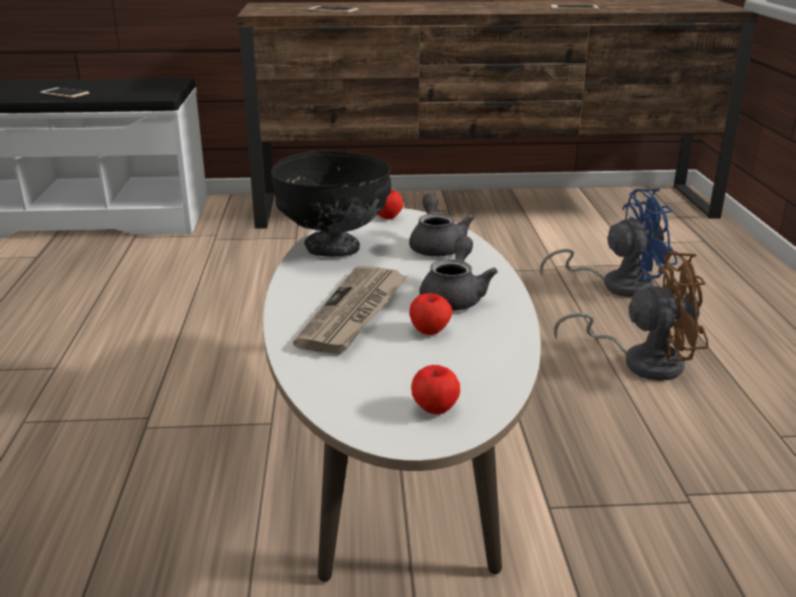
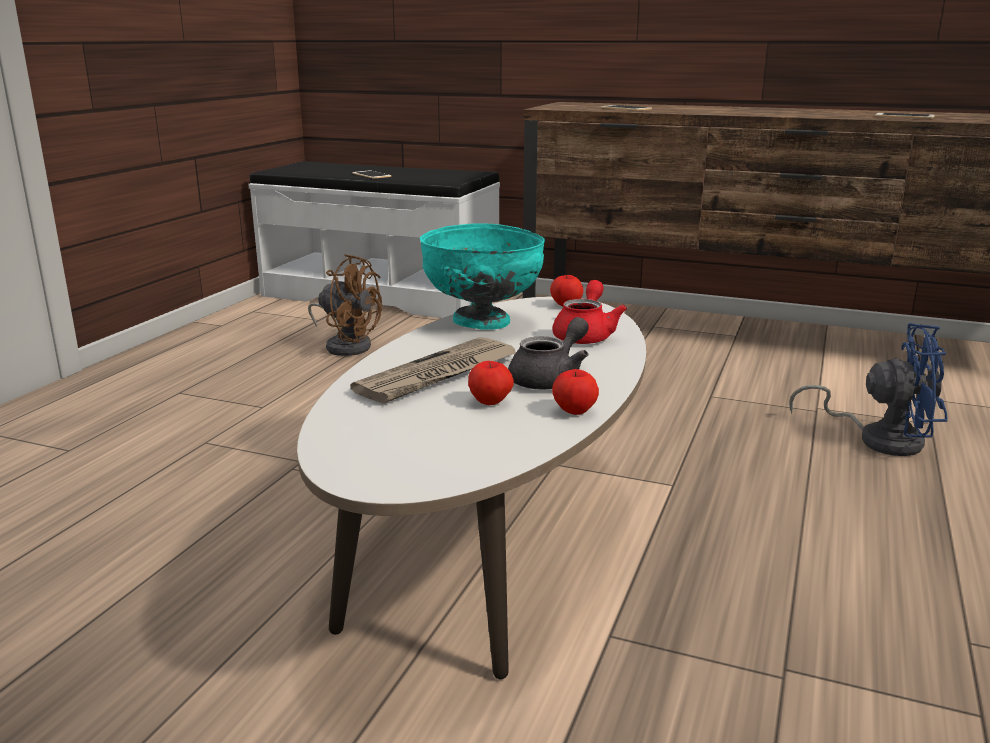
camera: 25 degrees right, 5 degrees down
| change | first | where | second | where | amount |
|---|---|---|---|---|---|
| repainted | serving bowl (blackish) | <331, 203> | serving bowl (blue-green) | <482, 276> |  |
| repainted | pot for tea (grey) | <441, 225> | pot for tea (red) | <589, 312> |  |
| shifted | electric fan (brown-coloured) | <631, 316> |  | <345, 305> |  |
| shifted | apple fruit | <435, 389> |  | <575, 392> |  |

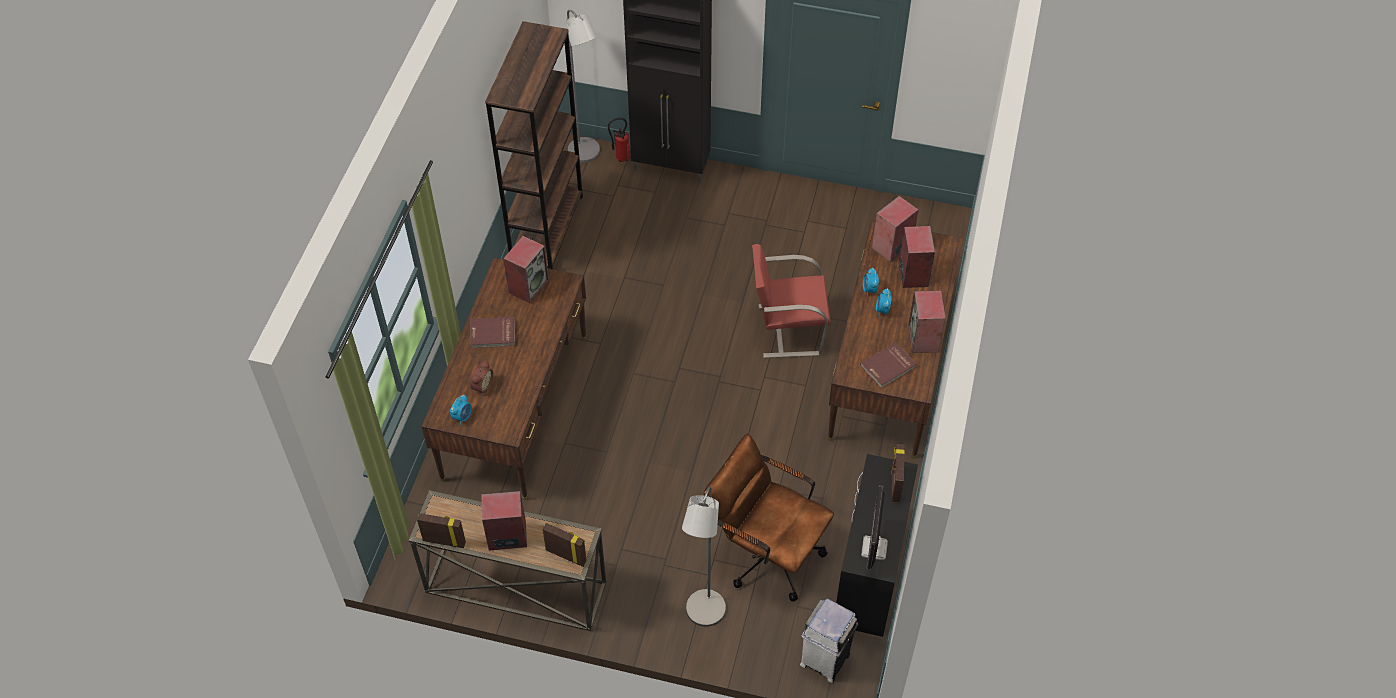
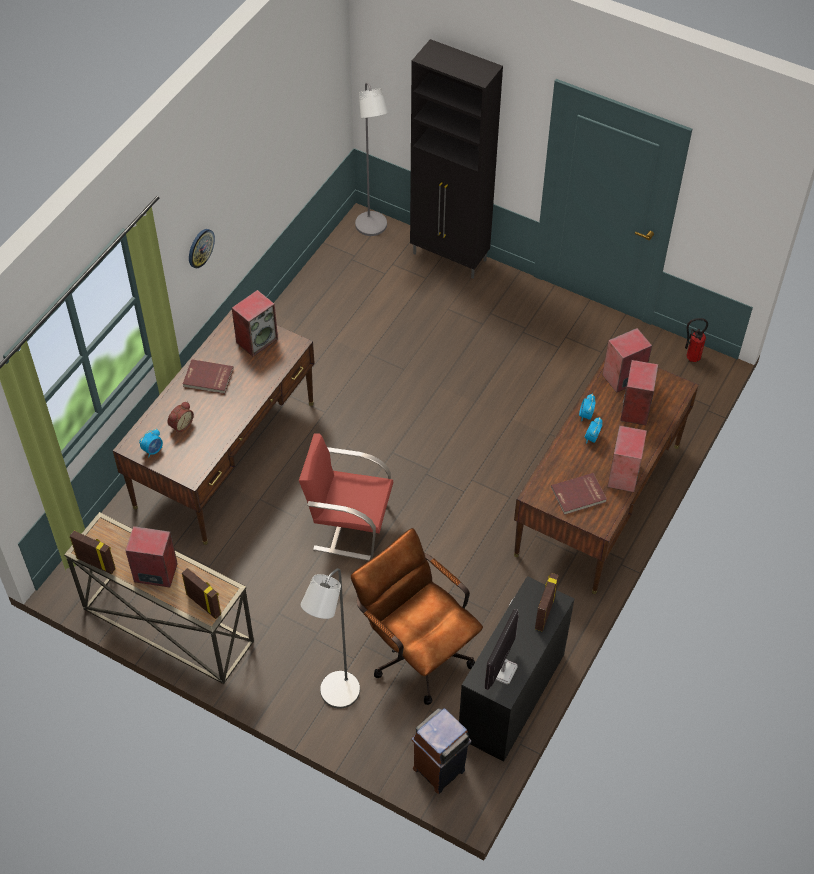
camera: 15 degrees right, 0 degrees up
| change | first | where | second | where | amount |
|---|---|---|---|---|---|
| gone | bookcase (brown-coloured) | <534, 145> |  |  |  |
| shifted | extinguisher | <619, 139> |  | <696, 340> |  |
| shifted | plain chair (red) | <791, 301> |  | <346, 497> |  |
| repainted | waste bin (white) | <829, 640> | waste bin (brown-coloured) | <441, 751> |  |
| new |  |  | wall clock | <202, 248> |  |

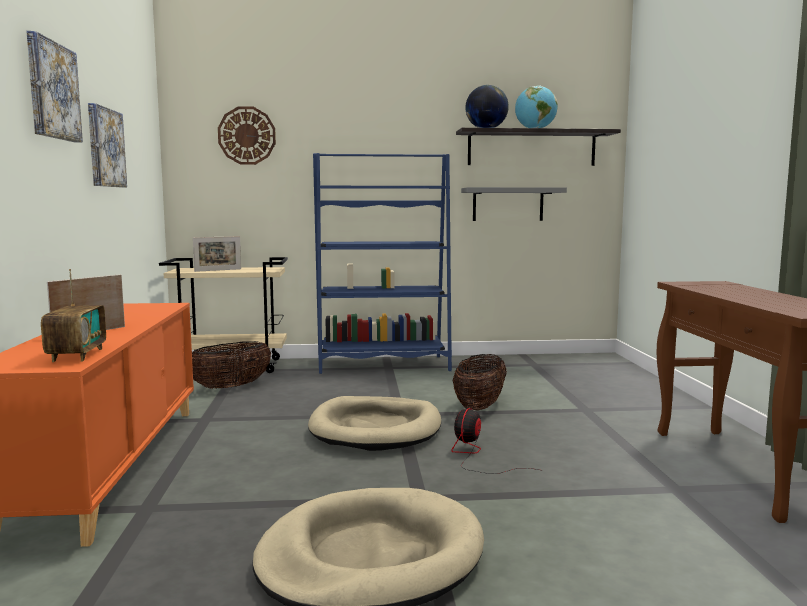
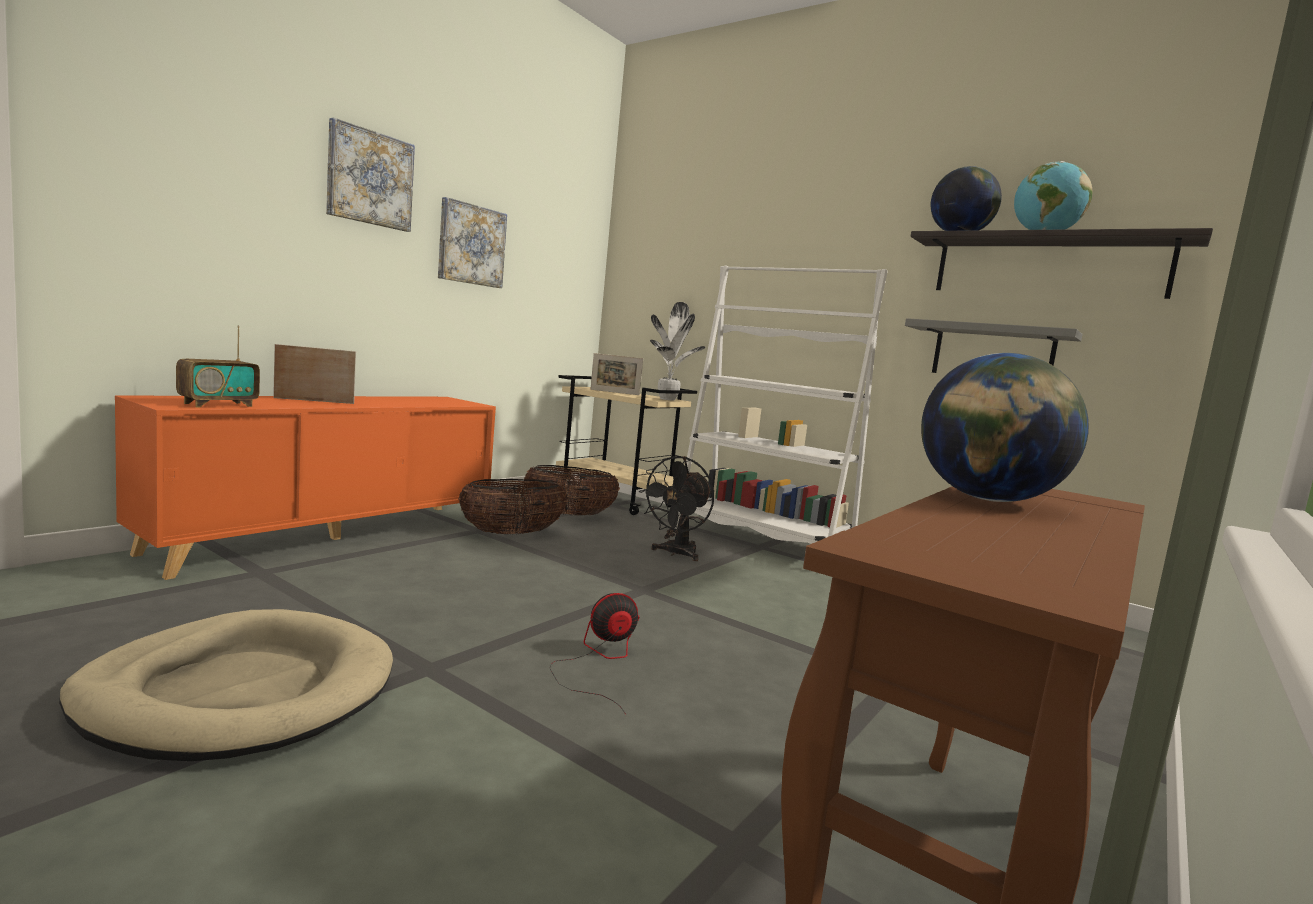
camera: 40 degrees right, 0 degrees up
| change | first | where | second | where | amount |
|---|---|---|---|---|---|
| gone | wall clock | <247, 135> |  |  |  |
| repainted | bookcase (blue) | <382, 263> | bookcase (white) | <781, 405> |  |
| shifted | storage basket | <479, 382> |  | <513, 507> |  |
| gone | dog cushion (sand-coloured) | <374, 423> |  |  |  |
| new |  |  | potted plant | <678, 351> |  |
| new |  |  | world globe | <1005, 427> |  |
| new |  |  | electric fan (blackish) | <676, 508> |  |

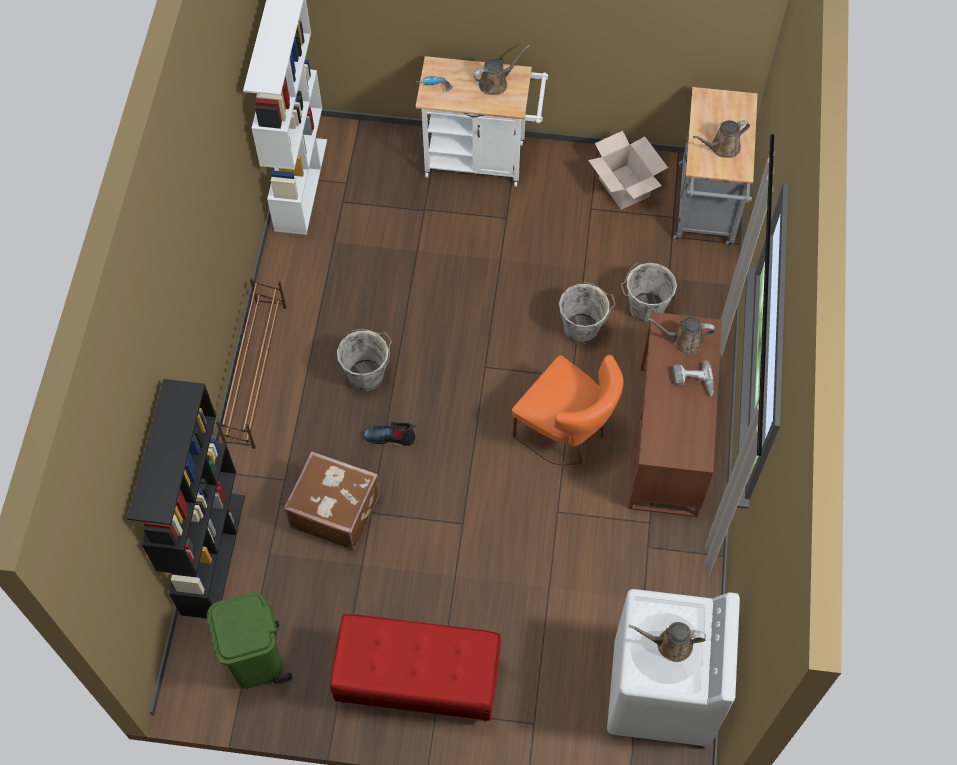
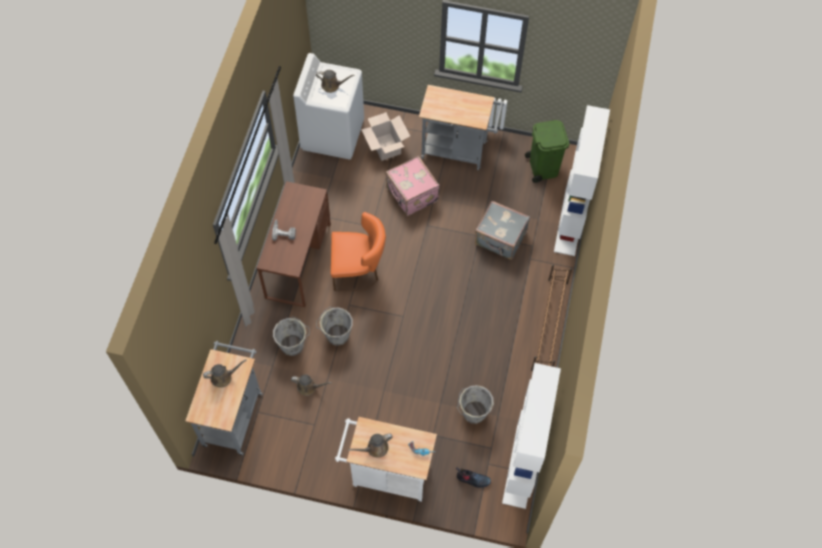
camera: 175 degrees left, 0 degrees up
| change | first | where | second | where | amount |
|---|---|---|---|---|---|
| shifted | cardboard box | <628, 170> |  | <385, 136> |  |
| shifted | watering pot (brown-coloured) | <681, 336> |  | <311, 385> |  |
| shifted | bucket (grey) | <364, 360> |  | <475, 404> |  |
| rotated | plain chair (orangey) | <568, 410> |  | <358, 251> | 135 degrees clockwise |
| repainted | bookcase (blackish) | <186, 499> | bookcase (white) | <582, 180> |  |
| shifted | high-top boot | <390, 433> |  | <473, 477> |  |
| repainted | piece of luggage (brown-coloured) | <331, 500> | piece of luggage (grey) | <502, 230> |  |
| swapped | long seat (red) | <415, 668> | wheeled cart (grey) | <461, 127> |  |
| new |  |  | piece of luggage (pink) | <413, 186> |  |

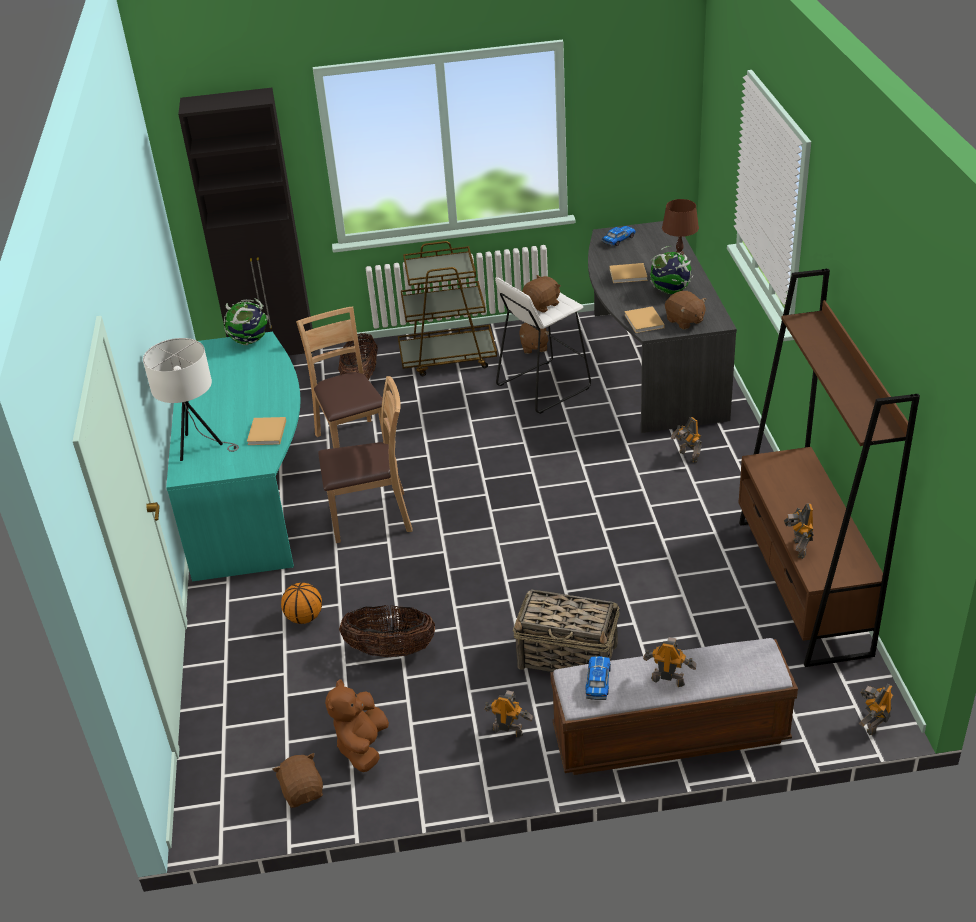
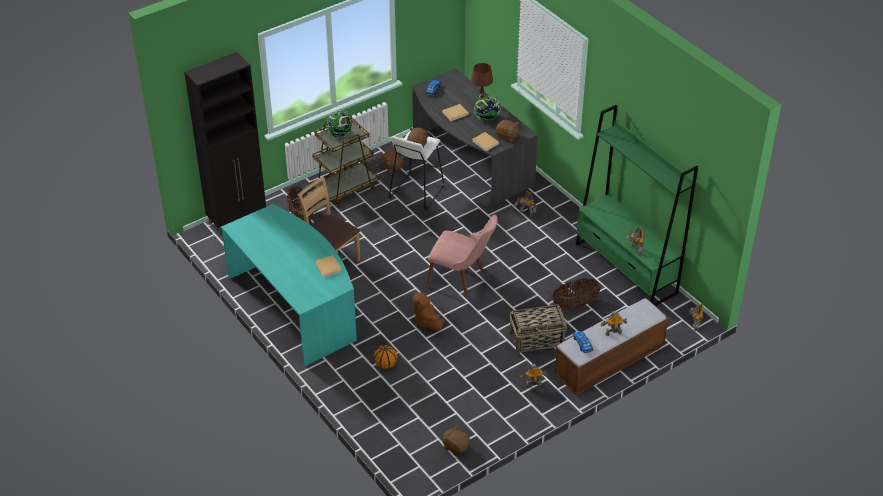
camera: 30 degrees left, 5 degrees up
| change | first | where | second | where | amount |
|---|---|---|---|---|---|
| repainted | bookcase (brown-coloured) | <829, 468> | bookcase (greenish) | <637, 205> |  |
| shifted | world globe | <246, 321> |  | <339, 123> |  |
| gone | tabletop lamp (white) | <191, 399> |  |  |  |
| gone | plain chair (brown-coloured) | <365, 459> |  |  |  |
| shifted | storage basket | <387, 631> |  | <576, 293> |  |
| shifted | plush toy (brown-coloured) | <357, 725> |  | <428, 310> |  |
| new |  |  | plain chair (pink) | <461, 256> |  |

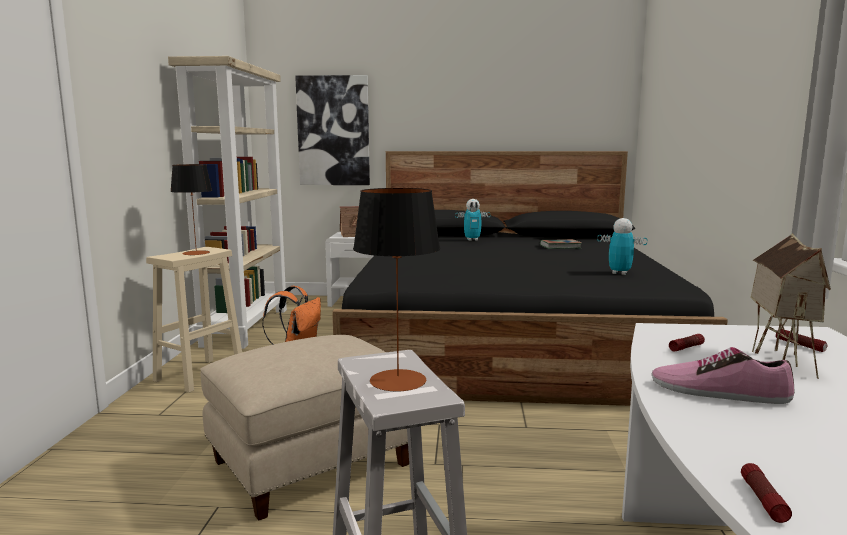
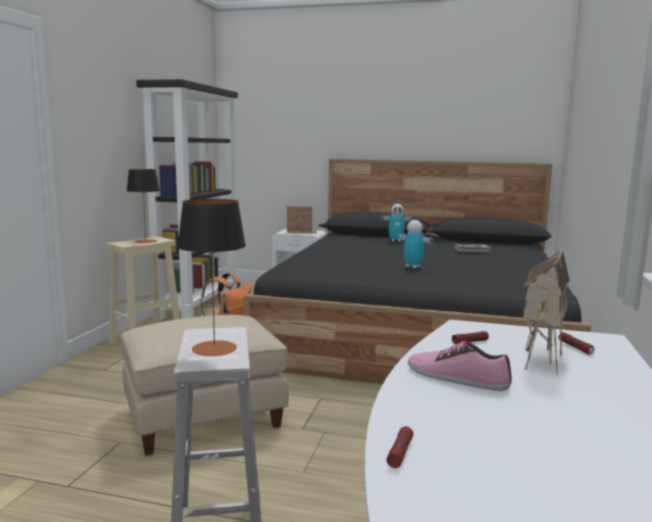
camera: 10 degrees right, 0 degrees up
| change | first | where | second | where | amount |
|---|---|---|---|---|---|
| repainted | bookcase (sand-coloured) | <227, 202> | bookcase (blackish) | <187, 199> |  |
| gone | picture | <332, 130> |  |  |  |
| shifted | robot figure | <622, 246> |  | <414, 244> |  |

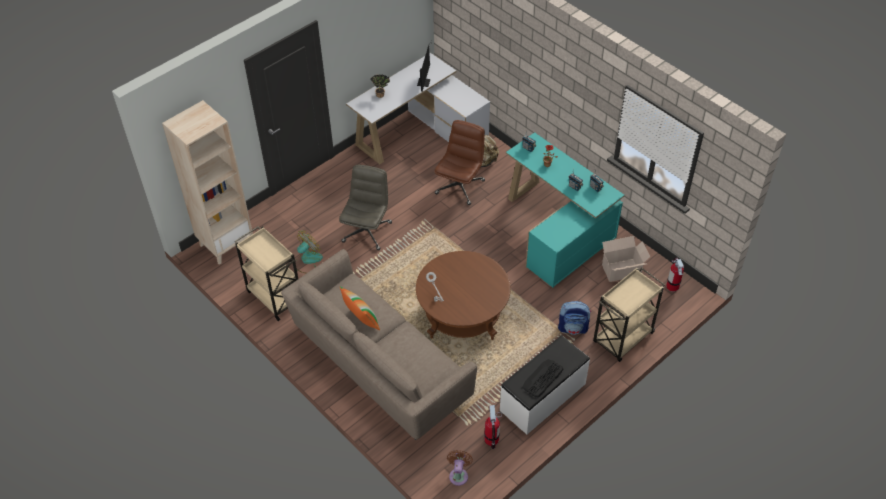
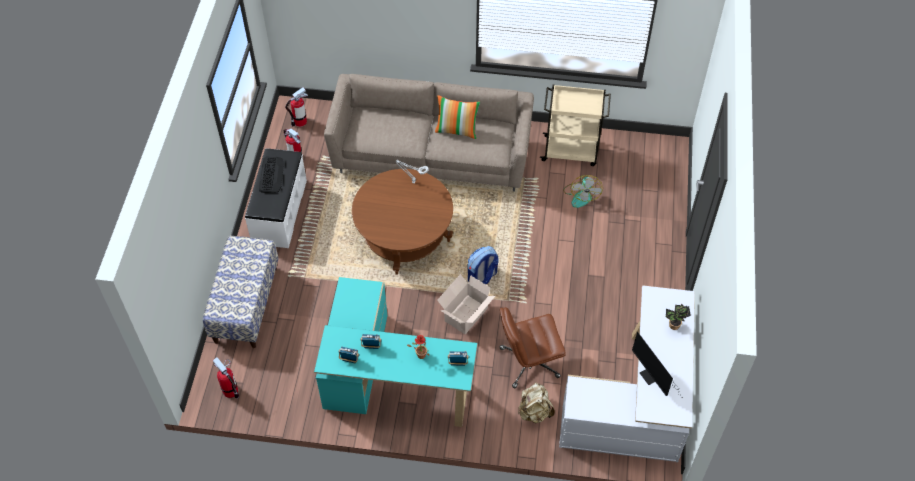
camera: 140 degrees right, 5 degrees up
| change | first | where | second | where | amount |
|---|---|---|---|---|---|
| gone | bookcase (sand-coloured) | <207, 182> |  |  |  |
| rotated | desk chair (brown-coloured) | <459, 162> |  | <532, 347> | 90 degrees clockwise |
| gone | desk chair (grey) | <365, 207> |  |  |  |
| shifted | cardboard box | <626, 259> |  | <466, 304> |  |
| swapped | wheeled cart (sand-coloured) | <629, 314> | long seat | <241, 292> |  |
| shifted | rucksack | <574, 318> |  | <483, 265> |  |
| swapped | electric fan (brown-coloured) | <460, 468> | extinguisher | <296, 107> |  |

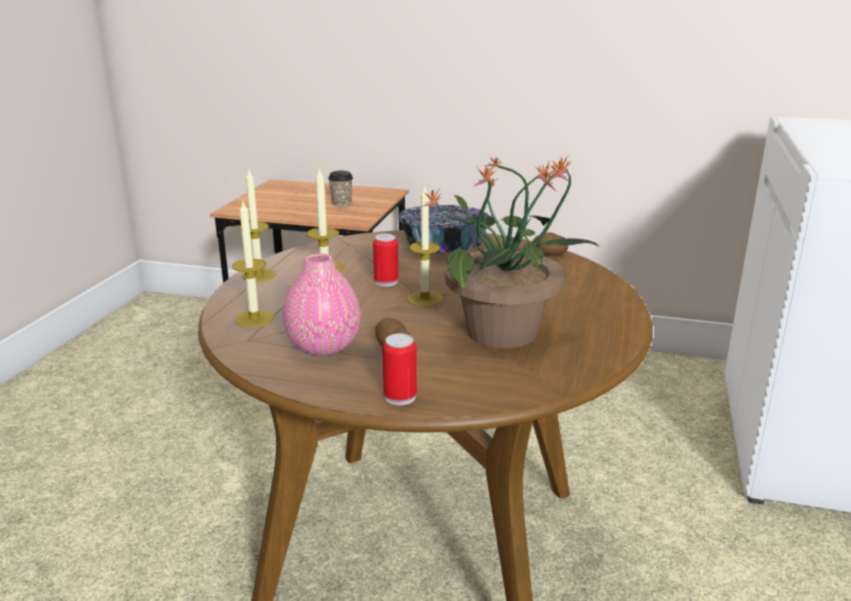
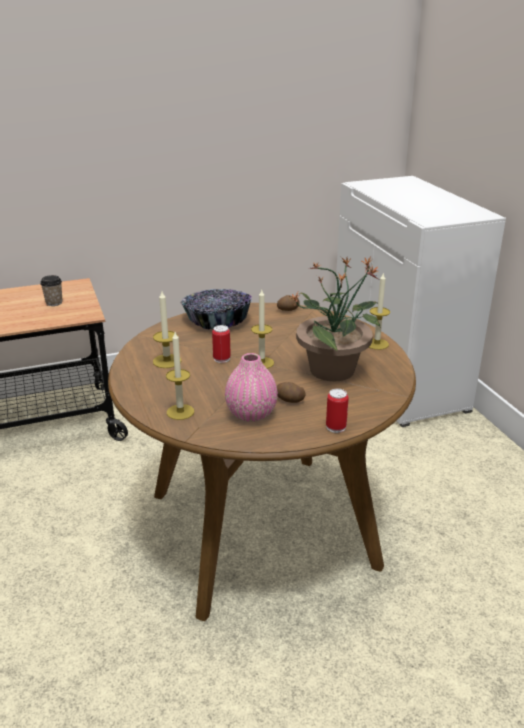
camera: 35 degrees left, 5 degrees up
| change | first | where | second | where | amount |
|---|---|---|---|---|---|
| shifted | wax candle | <257, 226> |  | <379, 311> |  |

